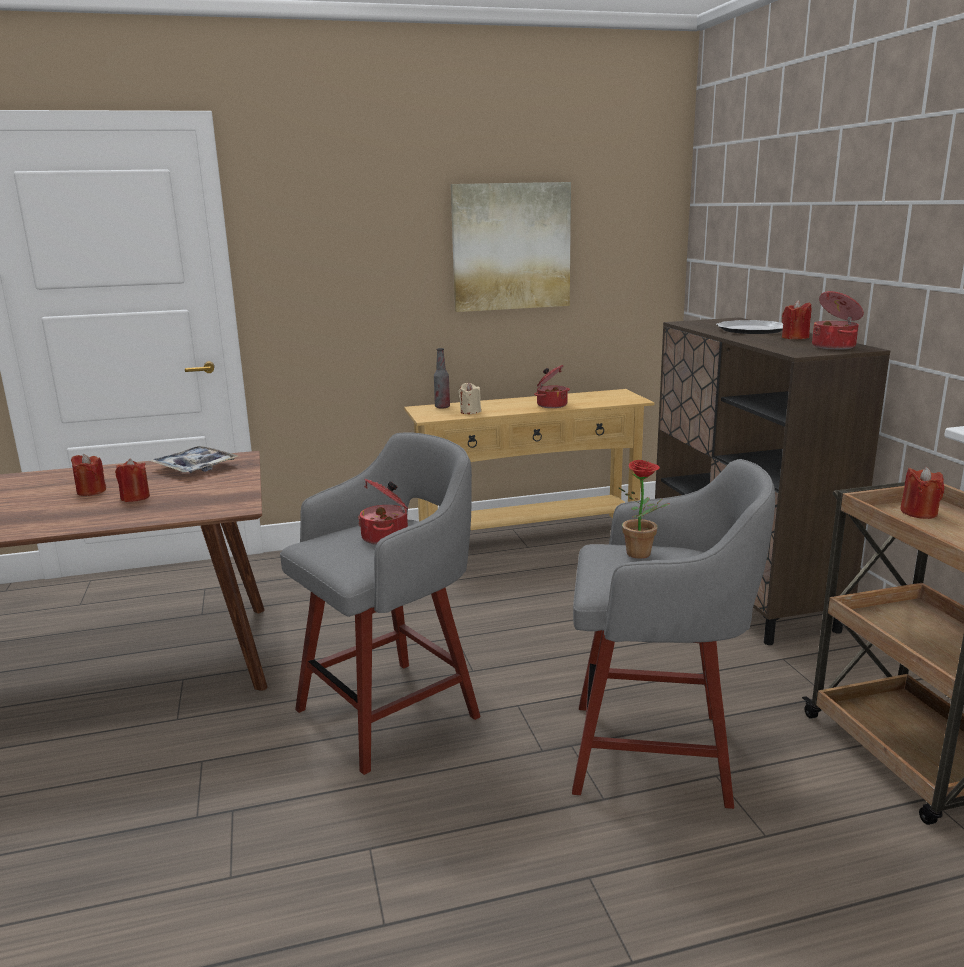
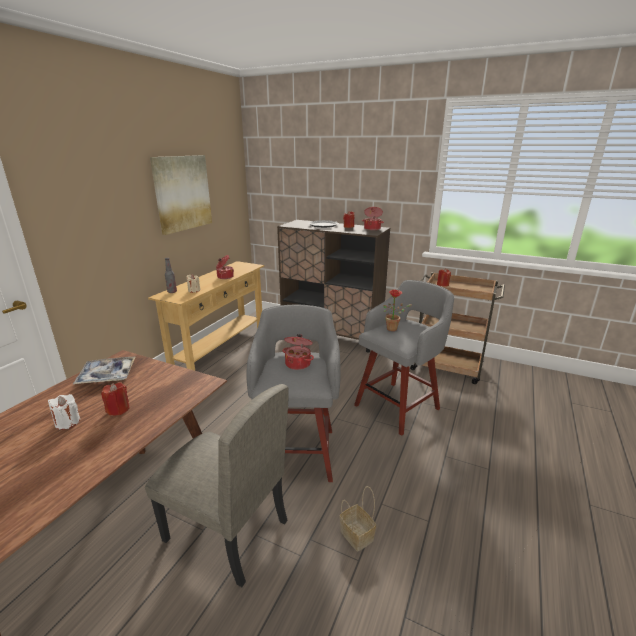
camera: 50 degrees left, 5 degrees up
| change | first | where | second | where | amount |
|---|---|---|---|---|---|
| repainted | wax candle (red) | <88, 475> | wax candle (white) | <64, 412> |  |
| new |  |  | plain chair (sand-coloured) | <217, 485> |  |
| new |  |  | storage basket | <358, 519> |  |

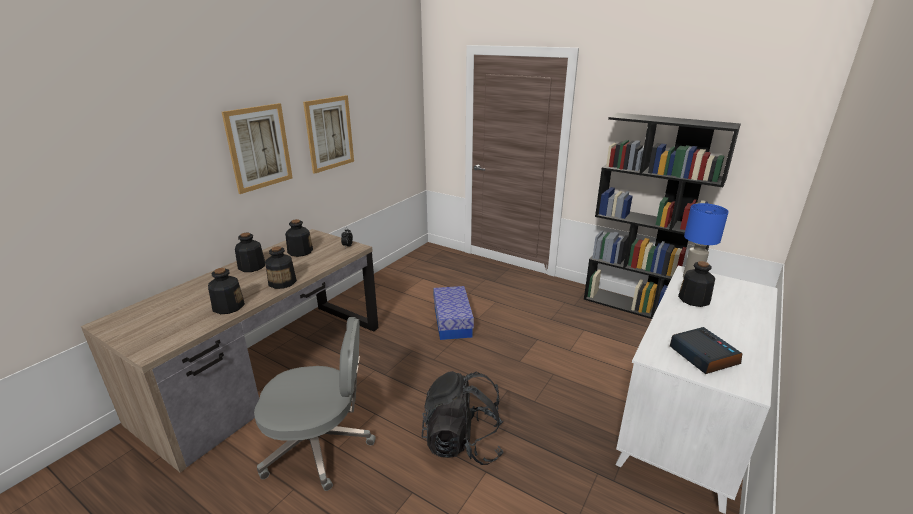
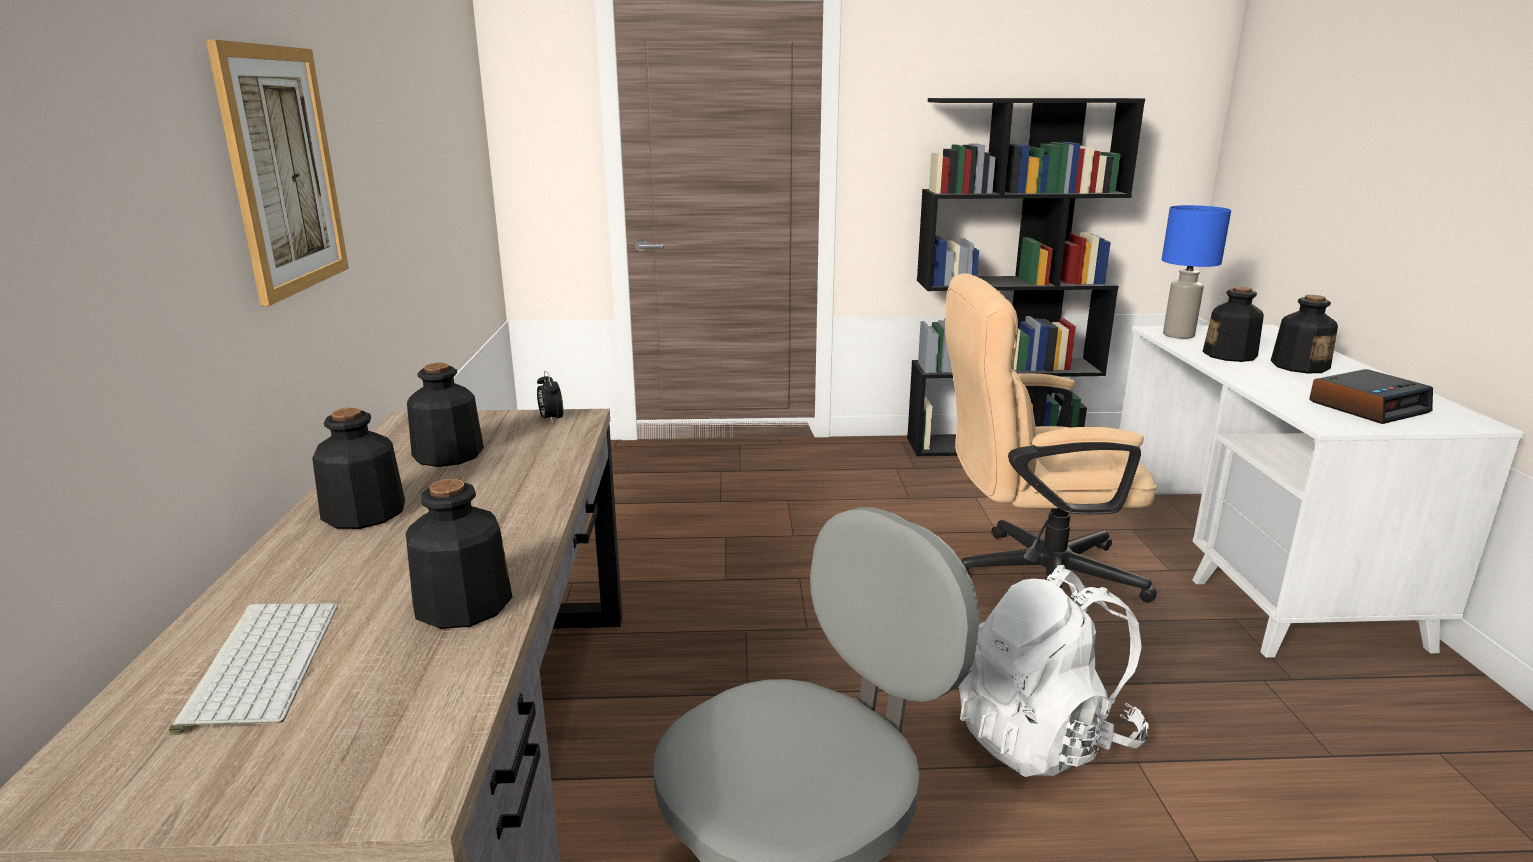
camera: 35 degrees left, 5 degrees down
| change | first | where | second | where | amount |
|---|---|---|---|---|---|
| gone | picture | <328, 134> |  |  |  |
| shifted | drink bottle | <281, 267> |  | <1304, 334> |  |
| gone | storage box | <453, 313> |  |  |  |
| rotated | bedside clock | <706, 350> |  | <1371, 396> | 120 degrees clockwise |
| repainted | rucksack (blackish) | <462, 418> | rucksack (white) | <1054, 671> |  |
| new |  |  | desk chair (sand-coloured) | <1051, 438> |  |
| new |  |  | PC keyboard | <253, 669> |  |

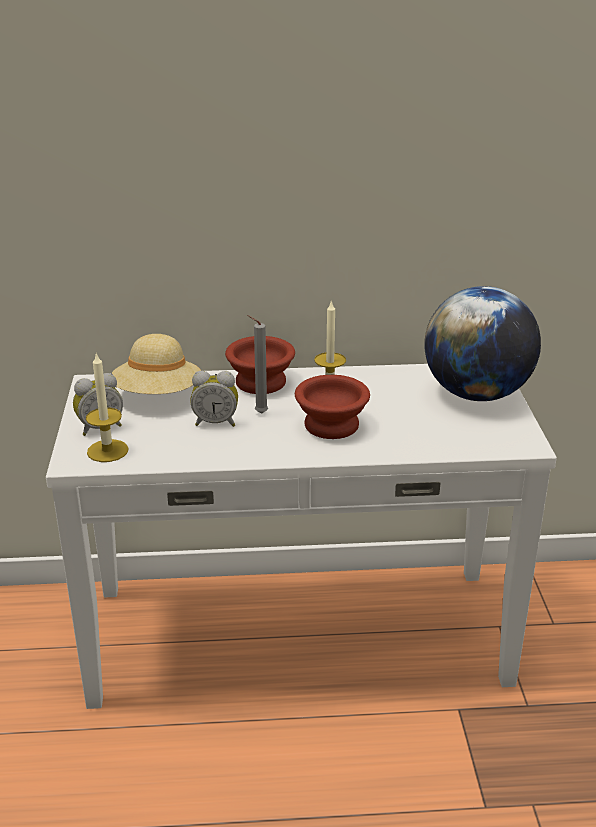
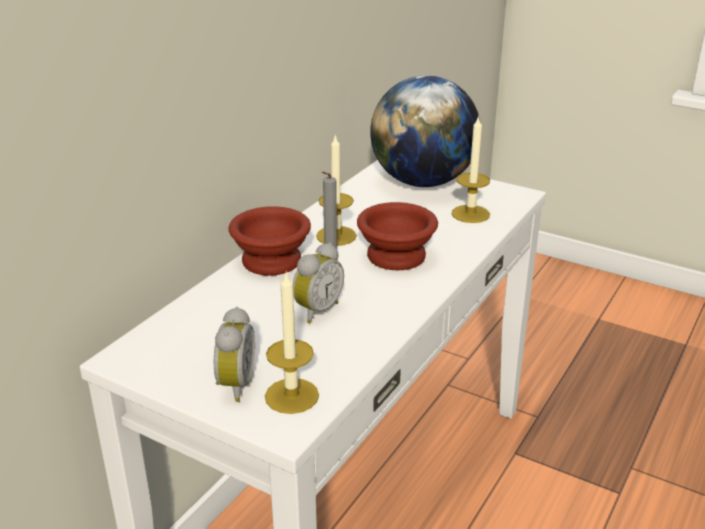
camera: 55 degrees left, 0 degrees up
| change | first | where | second | where | amount |
|---|---|---|---|---|---|
| gone | wearable hat (sand-coloured) | <156, 364> |  |  |  |
| new |  |  | wax candle | <471, 169> |  |

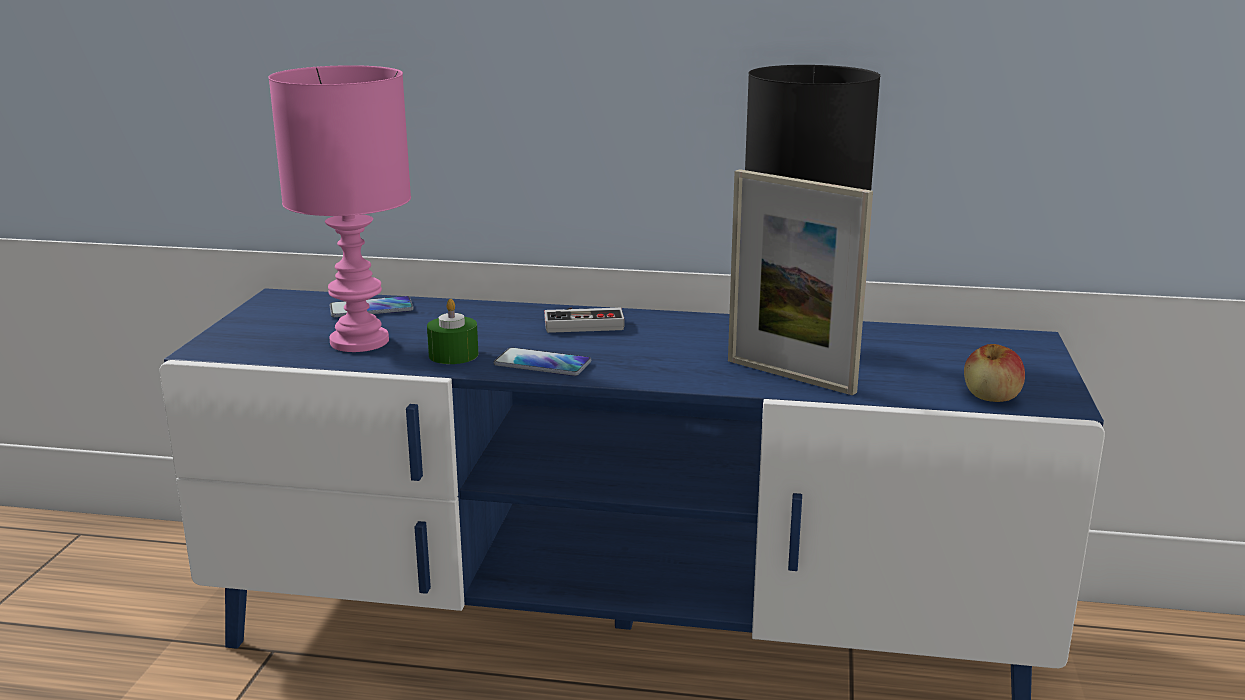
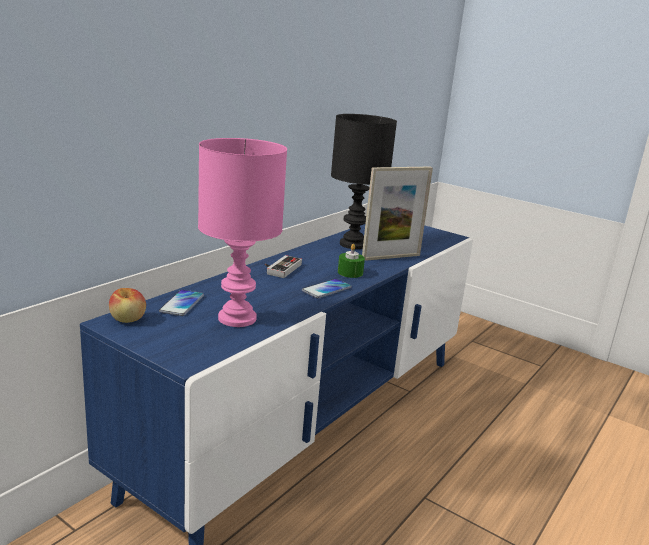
camera: 65 degrees left, 0 degrees up
| change | first | where | second | where | amount |
|---|---|---|---|---|---|
| shifted | wax candle (greenish) | <452, 331> |  | <351, 261> |  |
| shifted | apple fruit | <994, 373> |  | <127, 305> |  |

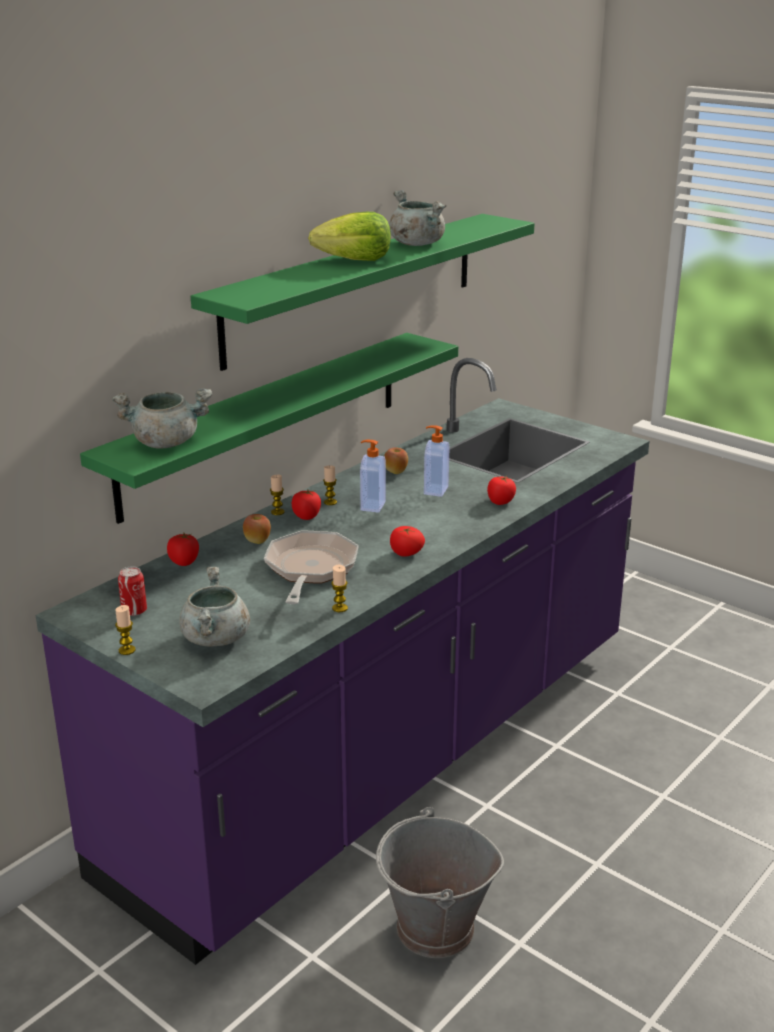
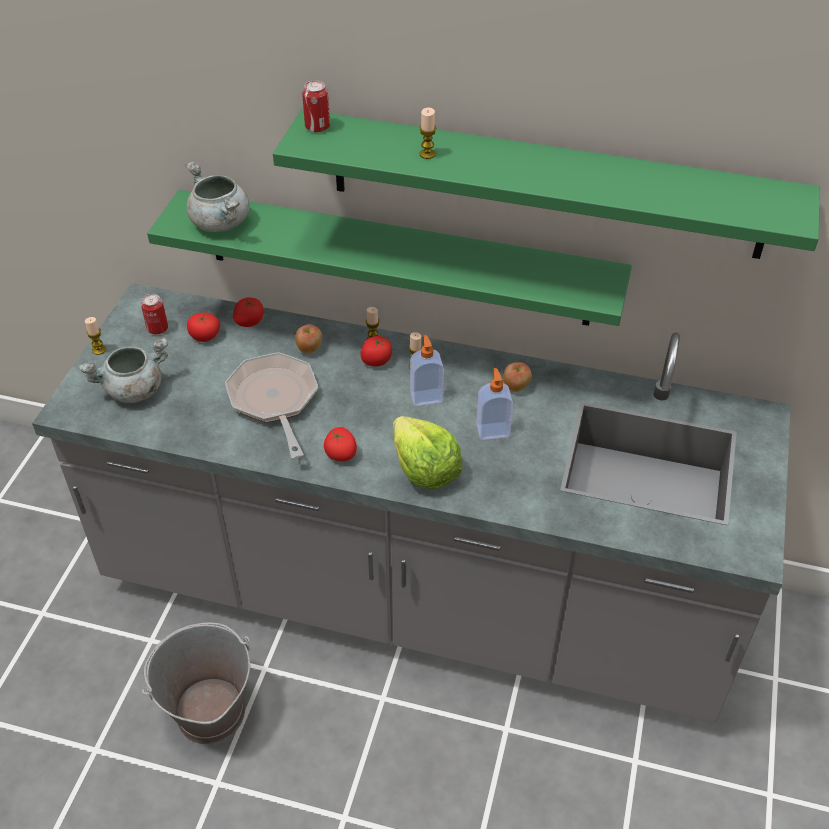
camera: 65 degrees right, 20 degrees up
| change | first | where | second | where | amount |
|---|---|---|---|---|---|
| gone | stockpot (grey) | <418, 218> |  |  |  |
| shifted | lettuce head | <349, 236> |  | <427, 452> |  |
| repainted | counter (purplish) | <342, 661> | counter (grey) | <411, 502> |  |
| shifted | whole tomato | <501, 490> |  | <203, 327> |  |
| rotated | pan | <311, 567> |  | <271, 405> | 90 degrees counterclockwise |
| shifted | wax candle | <339, 588> |  | <427, 133> |  |
| new |  |  | sealed can | <316, 106> |  |

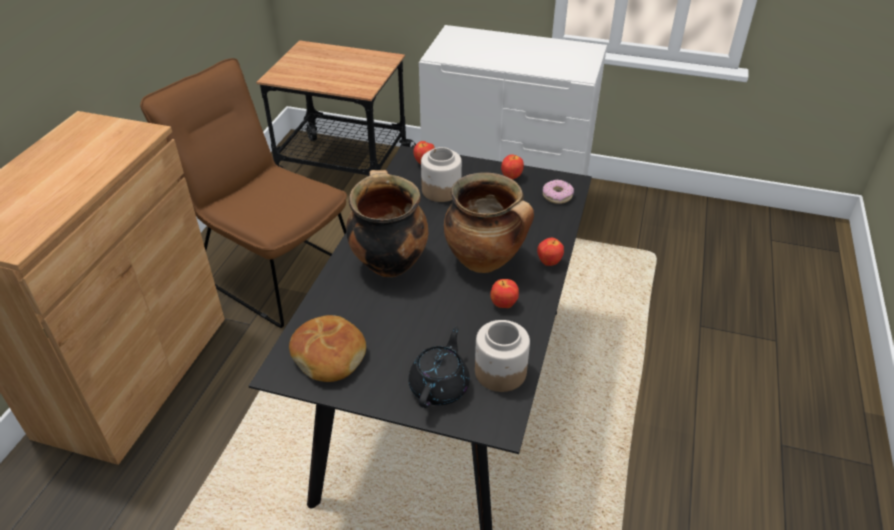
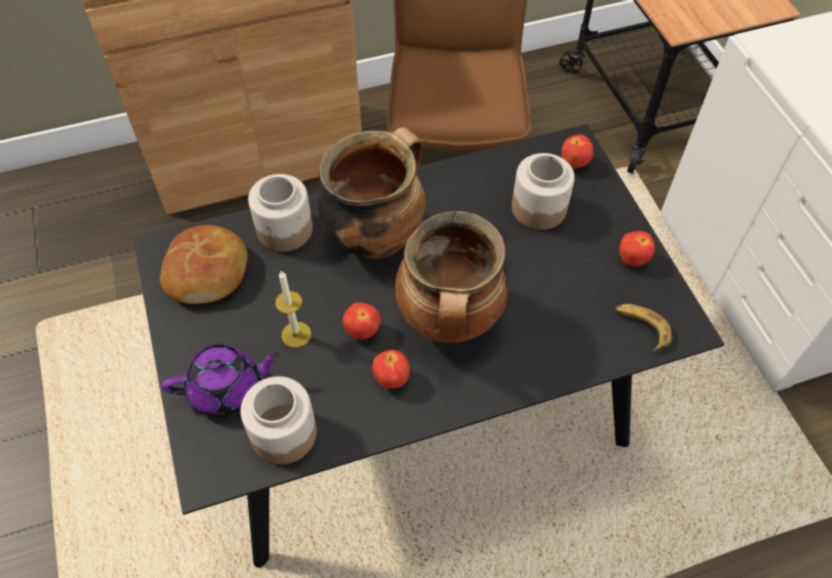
camera: 55 degrees right, 15 degrees up
| change | first | where | second | where | amount |
|---|---|---|---|---|---|
| swapped | ring doughnut | <558, 192> | banana | <643, 327> |  |
| shifted | apple fruit | <550, 252> |  | <361, 321> |  |
| repainted | pot for tea (blackish) | <439, 367> | pot for tea (purplish) | <221, 380> |  |
| new |  |  | preserve jar | <280, 213> |  |
| new |  |  | wax candle | <293, 309> |  |

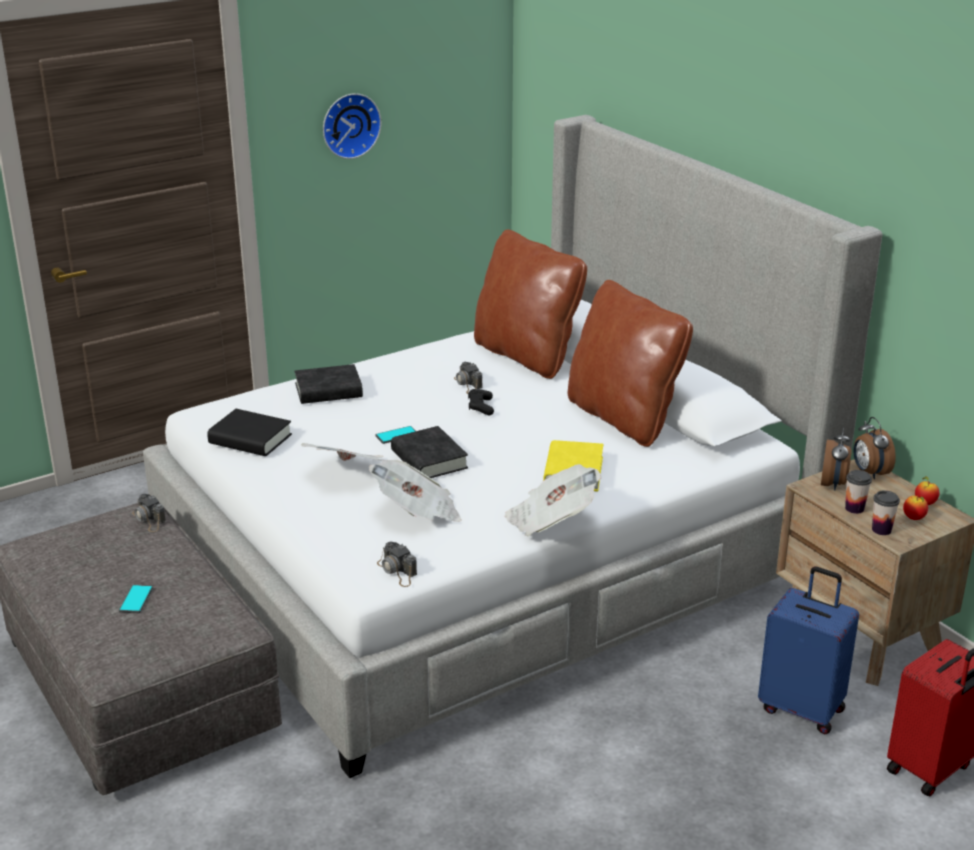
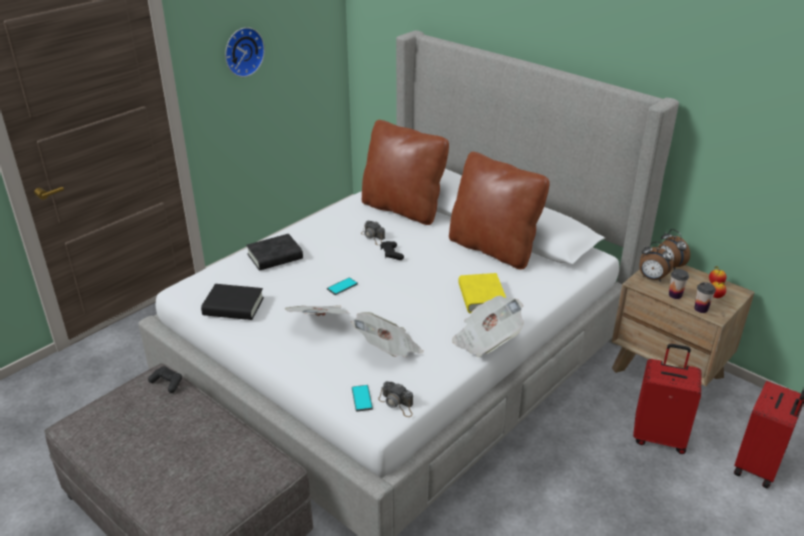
camera: 15 degrees left, 5 degrees up
| change | first | where | second | where | amount |
|---|---|---|---|---|---|
| gone | bound book (blackish) | <429, 452> |  |  |  |
| rotated | bedside clock | <836, 459> |  | <656, 262> | 120 degrees clockwise |
| swapped | photo camera | <149, 513> | joypad (blackish) | <165, 379> |  |
| repainted | piece of luggage (blue) | <808, 650> | piece of luggage (red) | <667, 399> |  |
| shifted | phone | <136, 599> |  | <362, 398> |  |

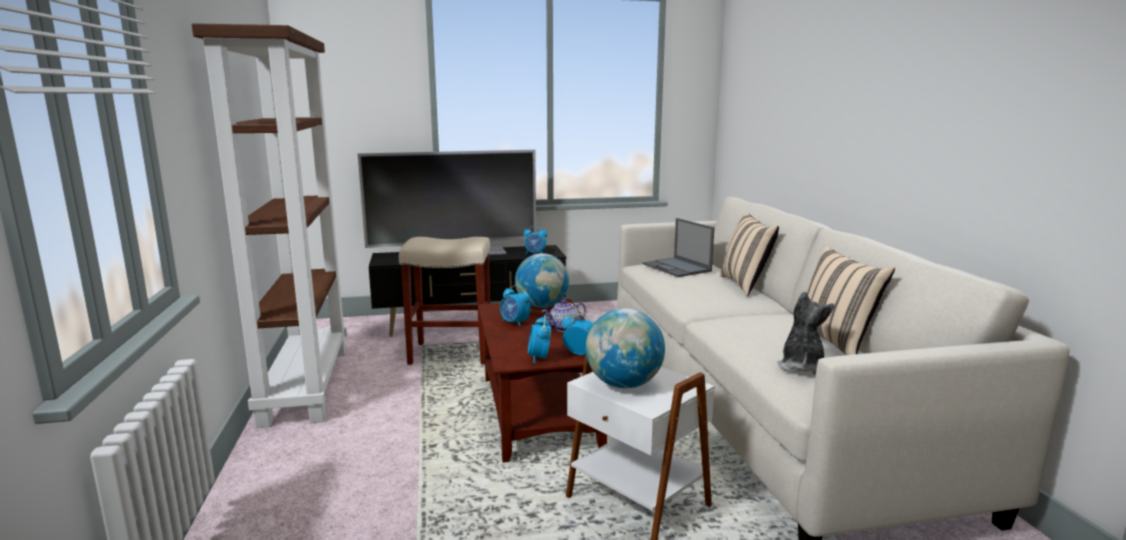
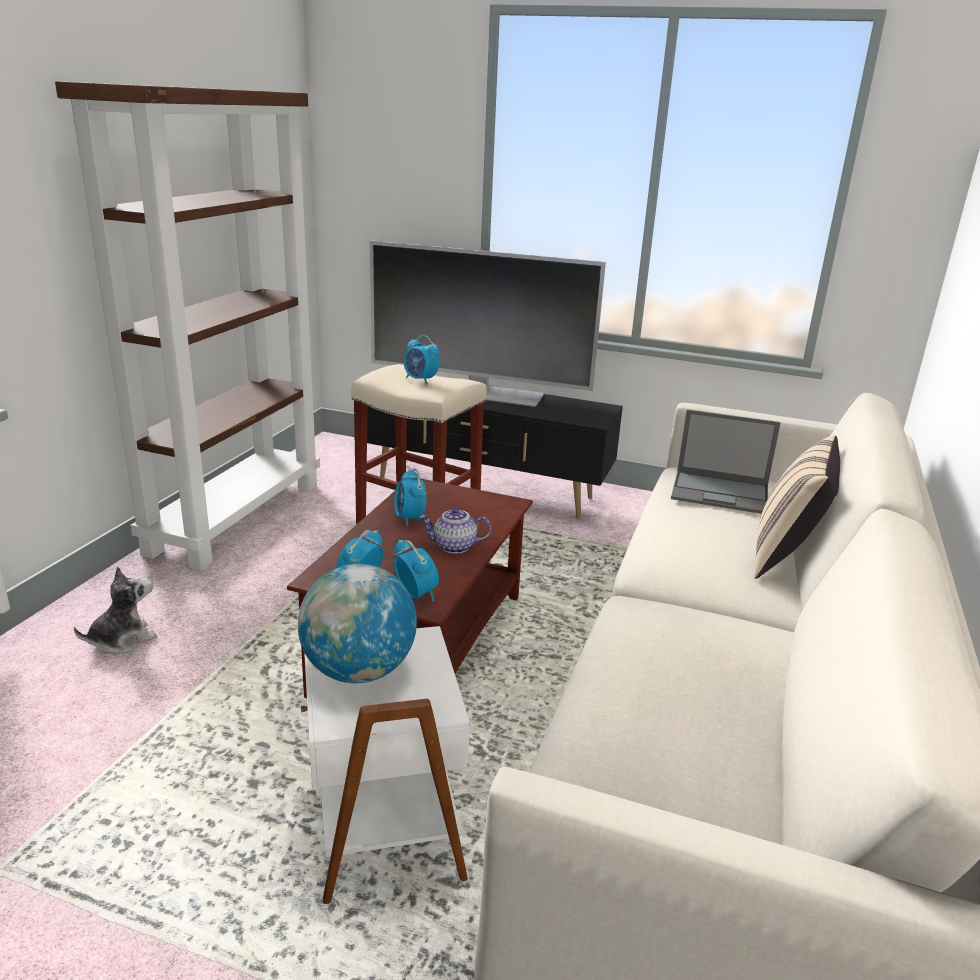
camera: 30 degrees right, 10 degrees up
| change | first | where | second | where | amount |
|---|---|---|---|---|---|
| rotated | portable computer | <678, 247> |  | <726, 461> | 75 degrees counterclockwise |
| shifted | bedside clock | <535, 240> |  | <421, 359> |  |
| gone | throw pillow (sand-coloured) | <843, 300> |  |  |  |
| gone | world globe | <542, 280> |  |  |  |
| shifted | plush toy | <806, 333> |  | <115, 610> |  |

